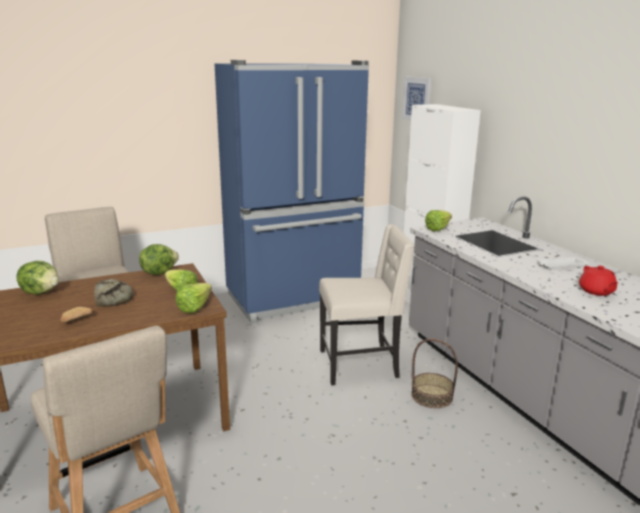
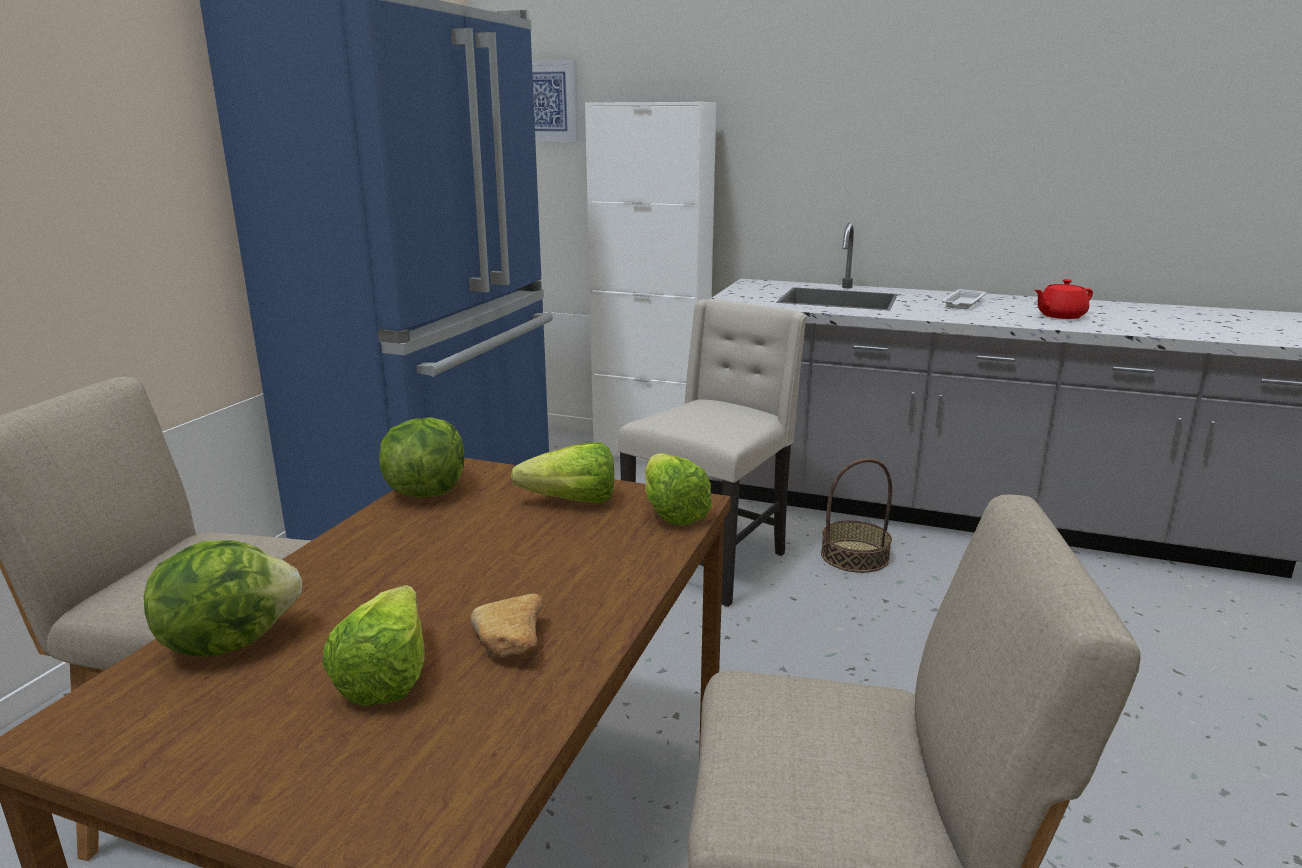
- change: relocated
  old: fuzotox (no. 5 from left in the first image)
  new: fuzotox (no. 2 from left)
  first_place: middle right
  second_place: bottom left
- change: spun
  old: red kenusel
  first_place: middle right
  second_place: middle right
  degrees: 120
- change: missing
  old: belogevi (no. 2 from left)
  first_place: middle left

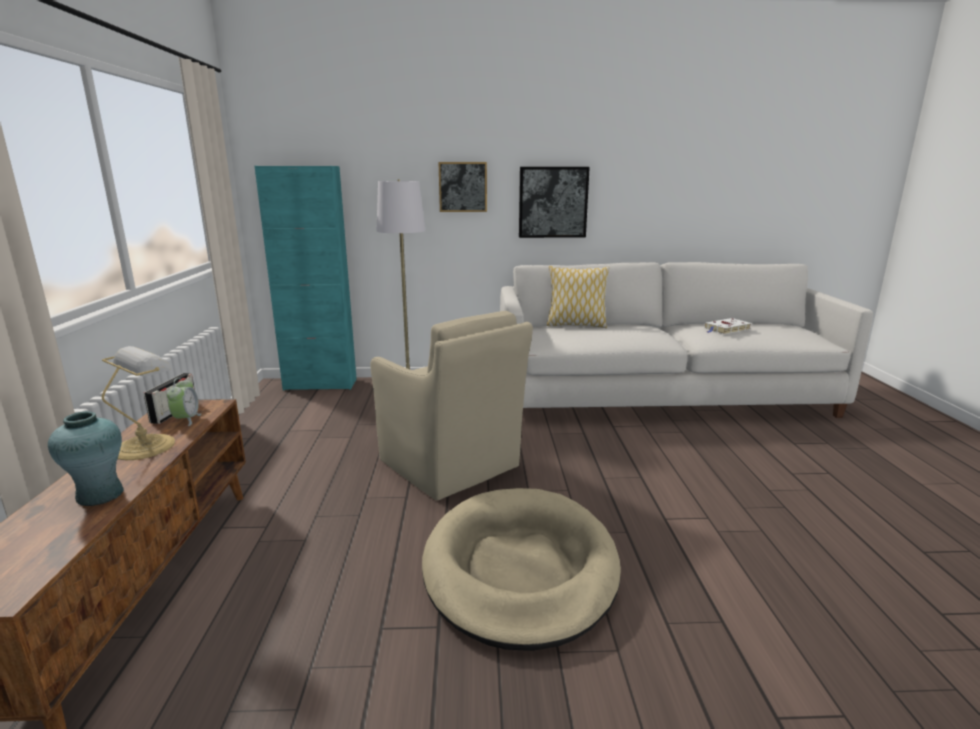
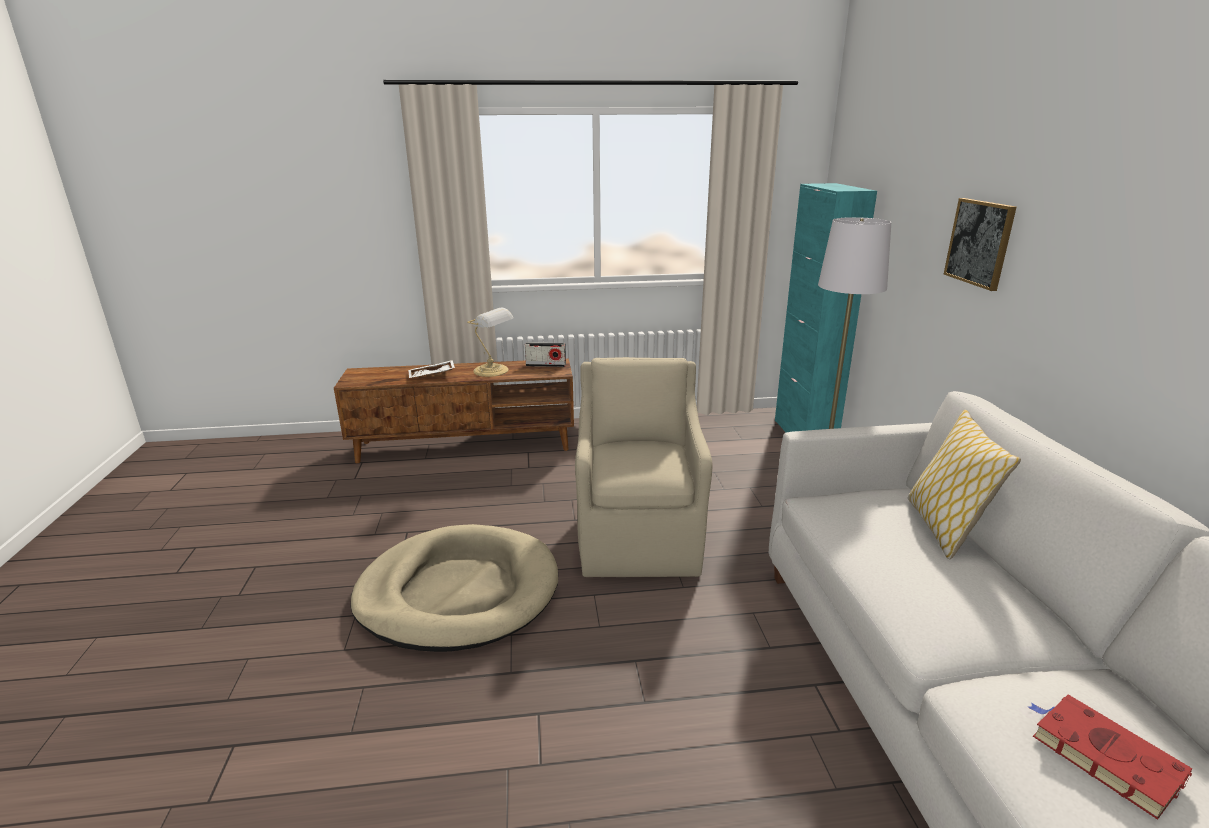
- change: missing
  old: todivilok (no. 2 from left)
  first_place: top centre
- change: spun
  old: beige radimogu
  first_place: centre
  second_place: centre
  degrees: 135
- change: colour
  old: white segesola
  new: red segesola
  first_place: middle right
  second_place: bottom right
- change: missing
  old: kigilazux
  first_place: middle left
- change: exchanged
  old: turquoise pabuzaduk
  new: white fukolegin
  first_place: middle left
  second_place: centre

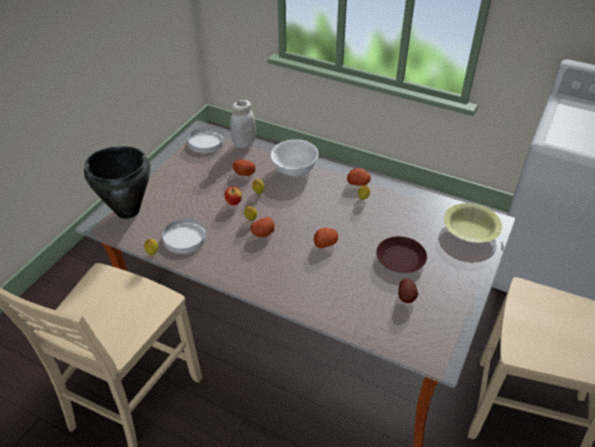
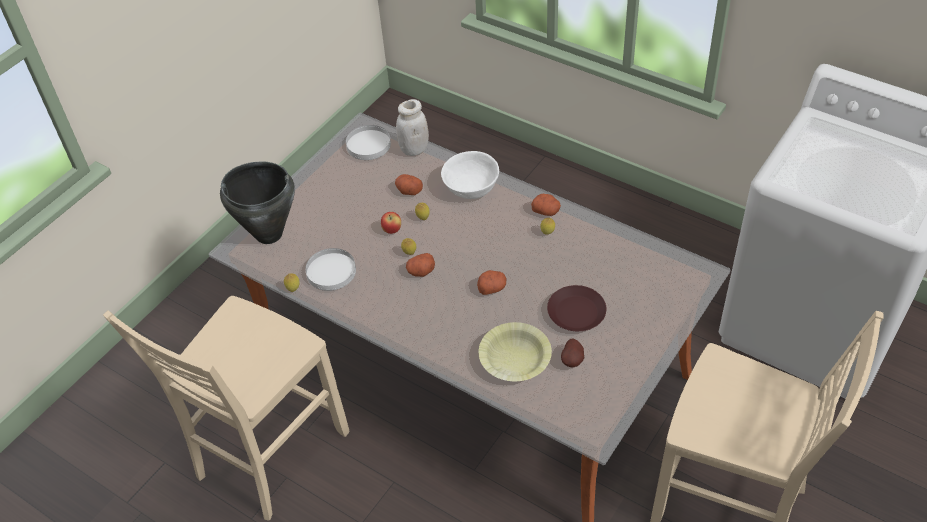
- change: relocated
  old: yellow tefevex
  first_place: middle right
  second_place: bottom centre

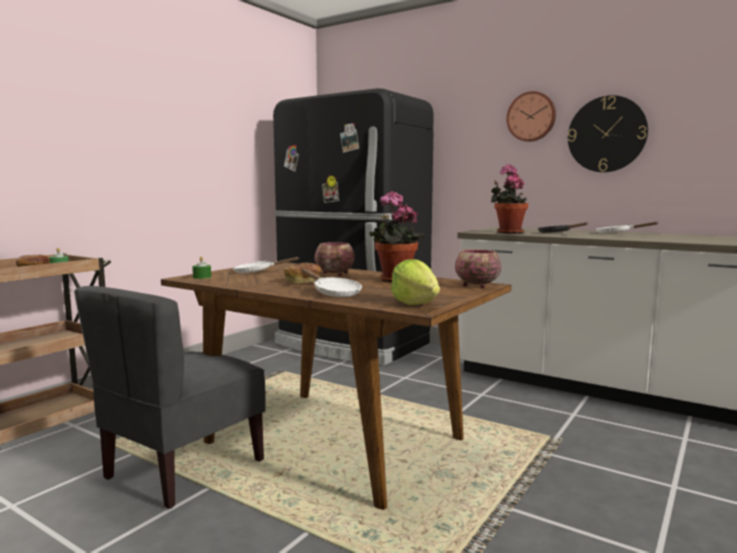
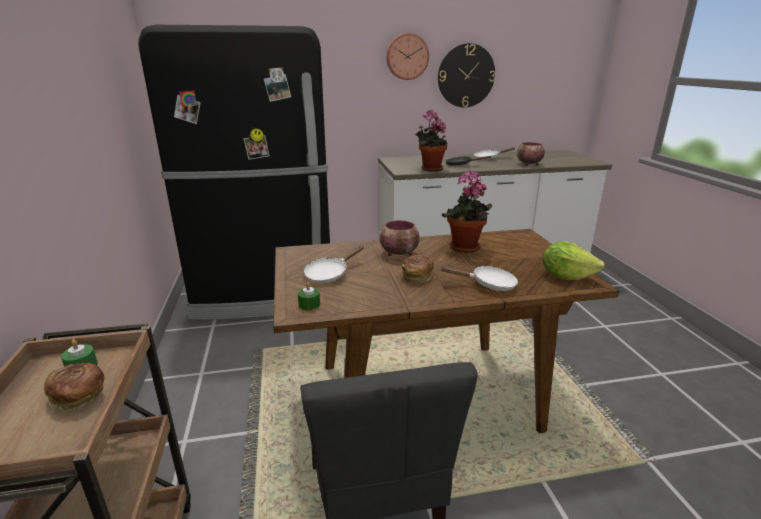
- change: relocated
  old: tefevex (no. 2 from left)
  first_place: centre
  second_place: top right

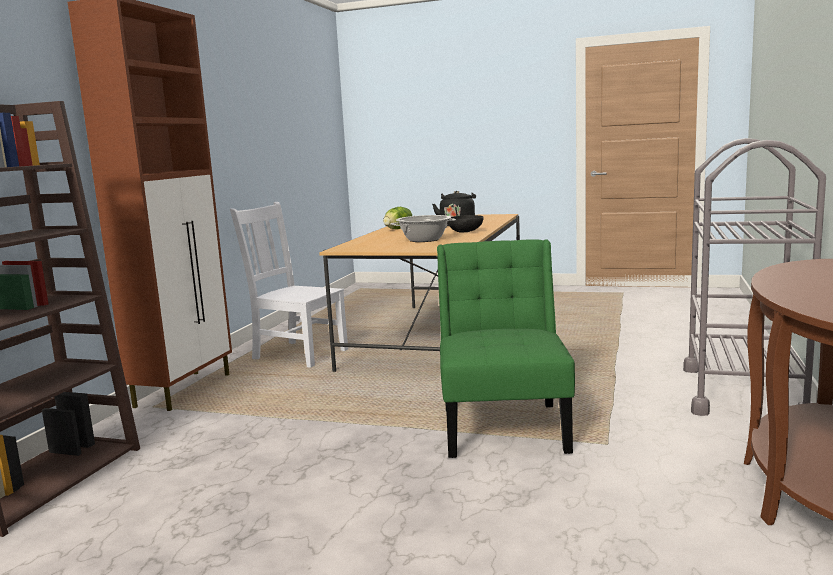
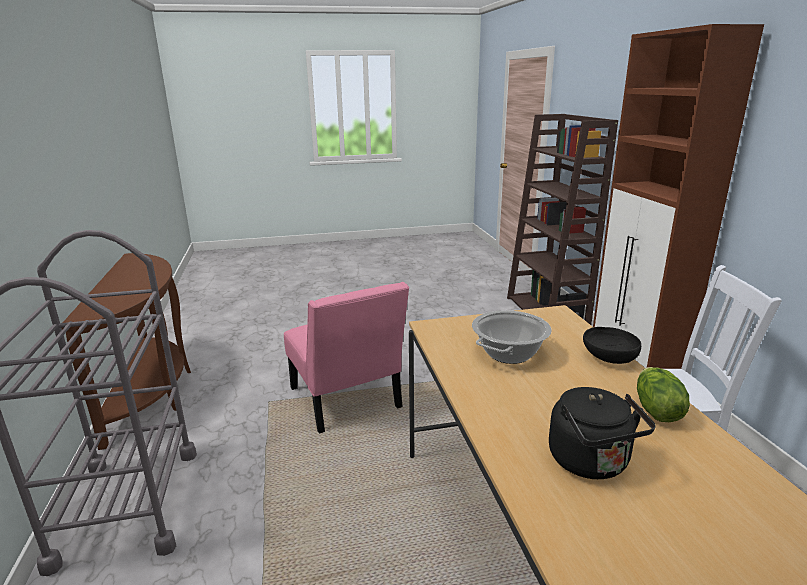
- change: relocated
  old: black tefevex
  first_place: centre
  second_place: middle right
- change: colour
  old: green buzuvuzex
  new: pink buzuvuzex
  first_place: centre
  second_place: centre

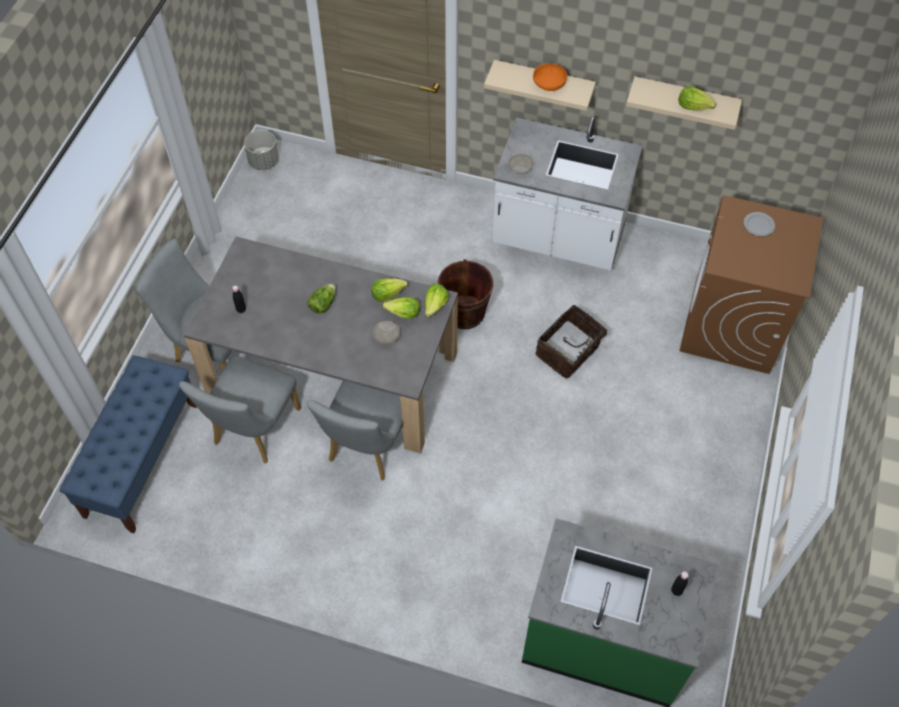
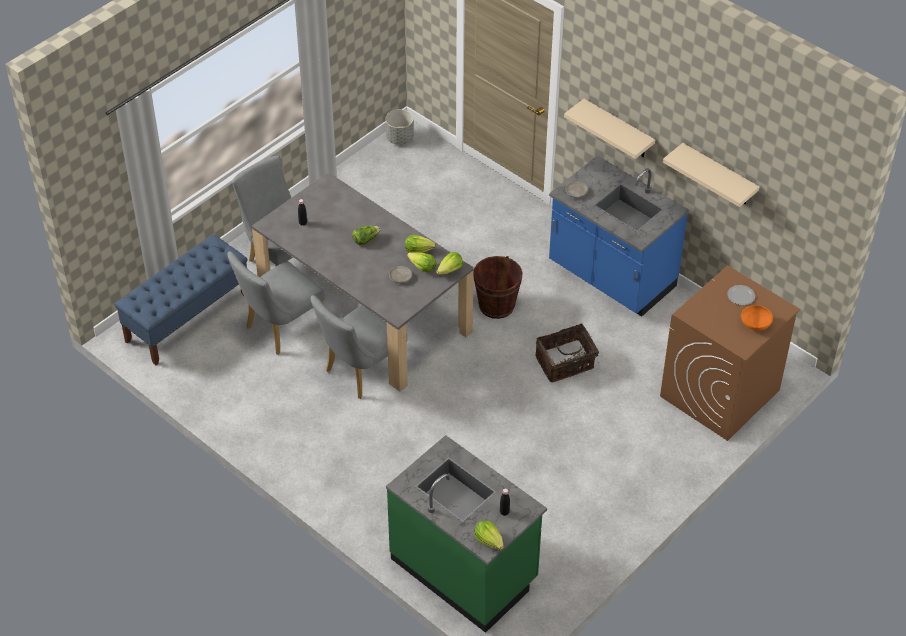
- change: relocated
  old: orange tefevex
  first_place: top centre
  second_place: middle right
- change: relocated
  old: fuzotox (no. 5 from left)
  first_place: top right
  second_place: bottom centre
- change: colour
  old: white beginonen
  new: blue beginonen
  first_place: top centre
  second_place: middle right

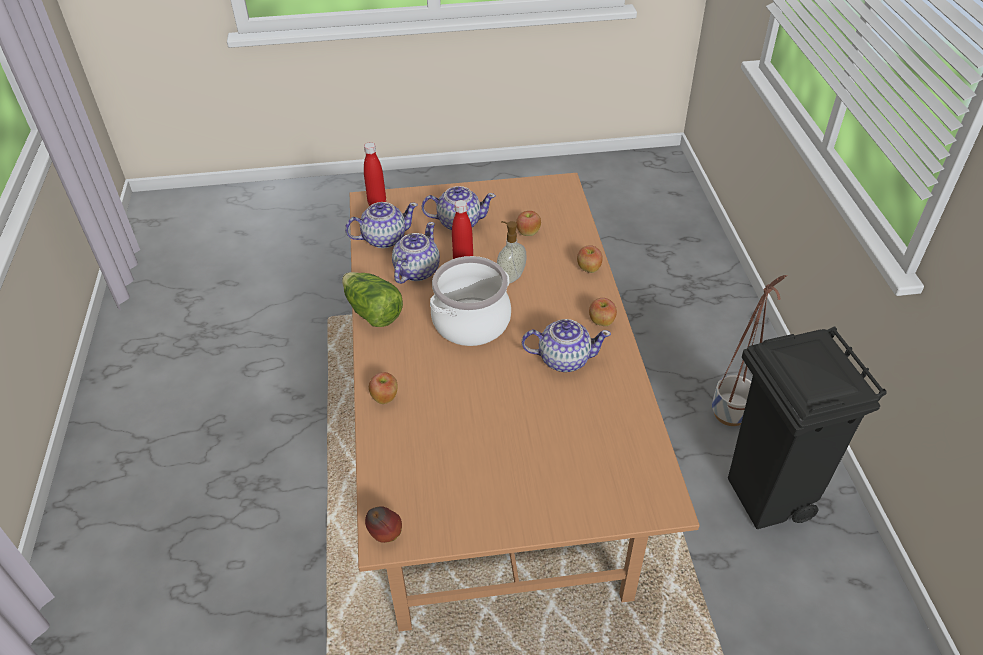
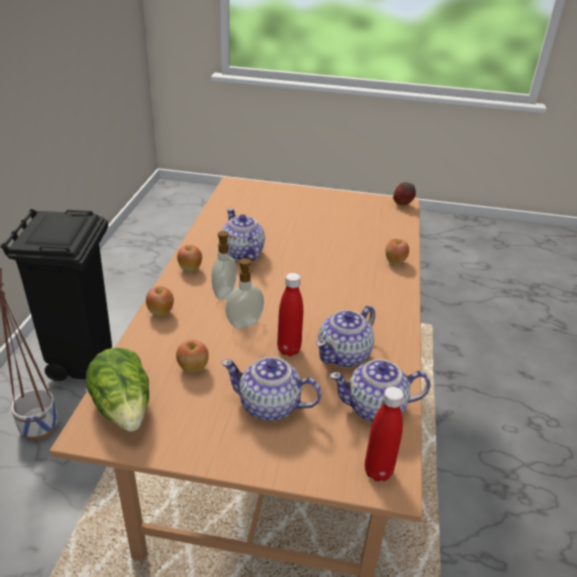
- change: missing
  old: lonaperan
  first_place: centre
- change: relocated
  old: fuzotox
  first_place: centre
  second_place: bottom left
- change: spun
  old: kenusel (no. 4 from left in the first image)
  first_place: centre
  second_place: centre
  degrees: 45
- change: appeared
  new: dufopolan (no. 1 from left)
  second_place: centre

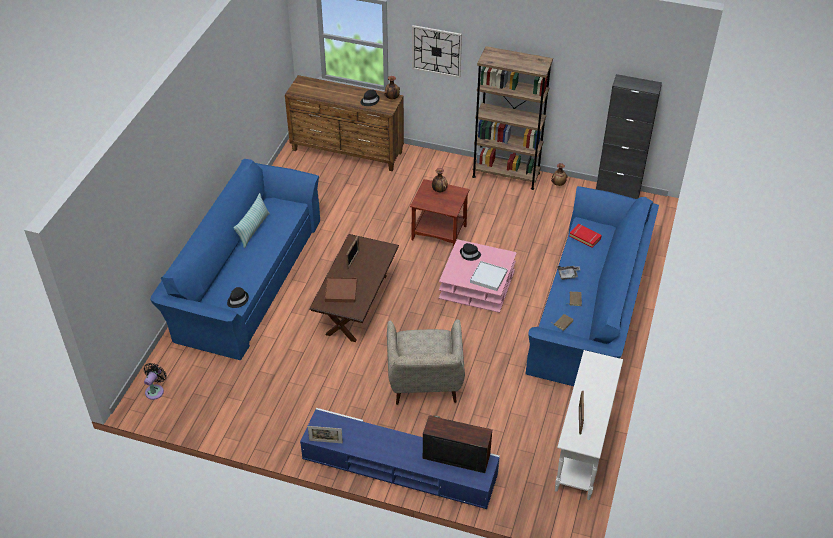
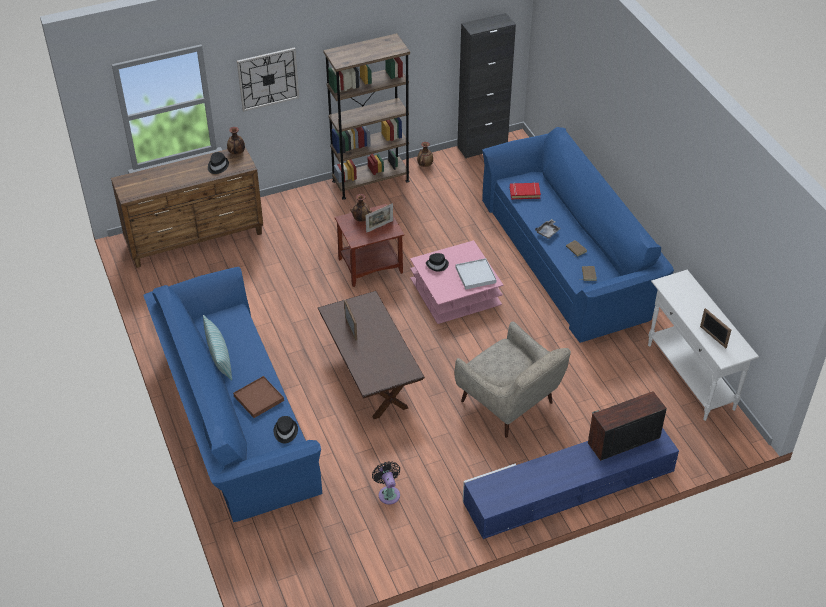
- change: relocated
  old: brown fukolegin
  first_place: centre
  second_place: middle left
- change: relocated
  old: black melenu
  first_place: bottom left
  second_place: bottom centre
- change: relocated
  old: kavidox (no. 1 from left in the first image)
  new: kavidox (no. 2 from left)
  first_place: bottom centre
  second_place: centre

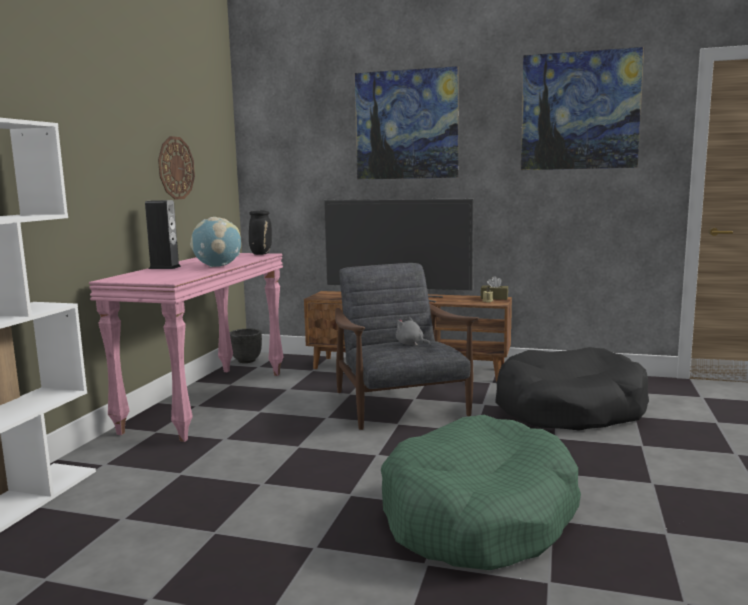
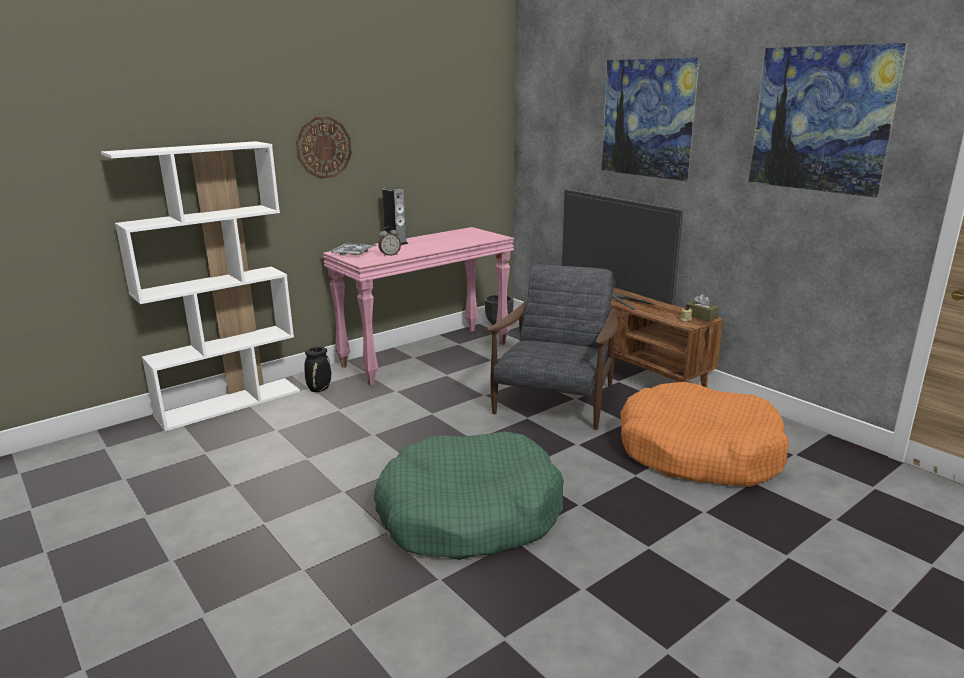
- change: relocated
  old: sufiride
  first_place: top left
  second_place: top centre
- change: relocated
  old: black pabuzaduk
  first_place: centre
  second_place: middle left
- change: missing
  old: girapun
  first_place: middle left
- change: missing
  old: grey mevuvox
  first_place: centre
- change: colour
  old: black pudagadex
  new: orange pudagadex
  first_place: middle right
  second_place: middle right
- change: appeared
  new: kigilazux
  second_place: centre
- change: appeared
  new: fukolegin
  second_place: centre

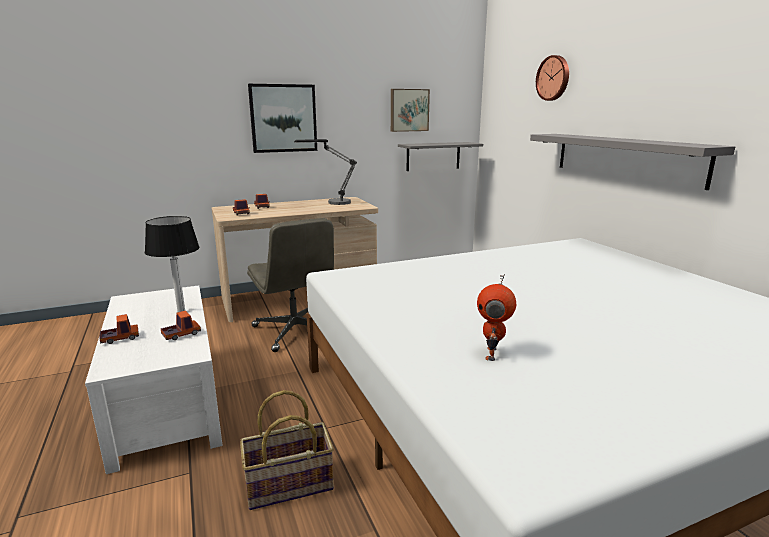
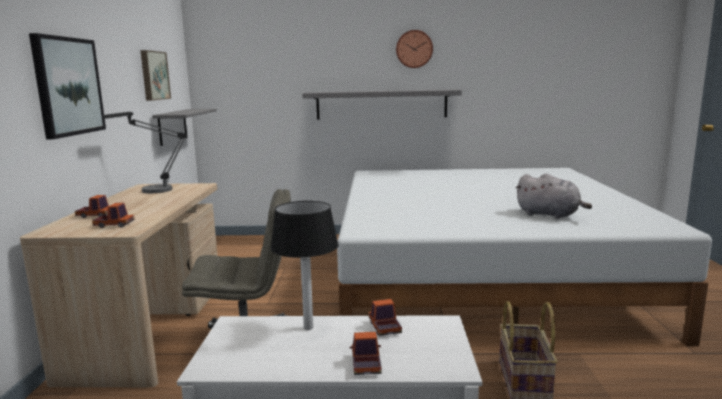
- change: relocated
  old: sufiride
  first_place: top right
  second_place: top centre
- change: exchanged
  old: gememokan
  new: grey mevuvox
  first_place: centre
  second_place: middle right

